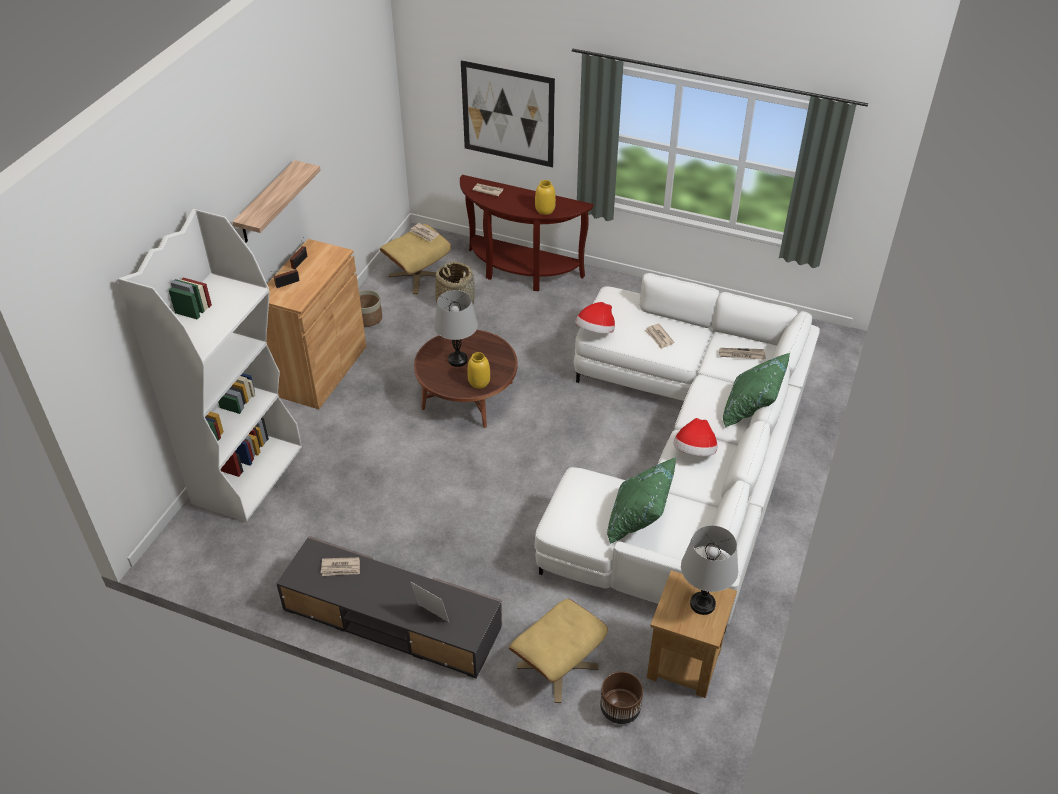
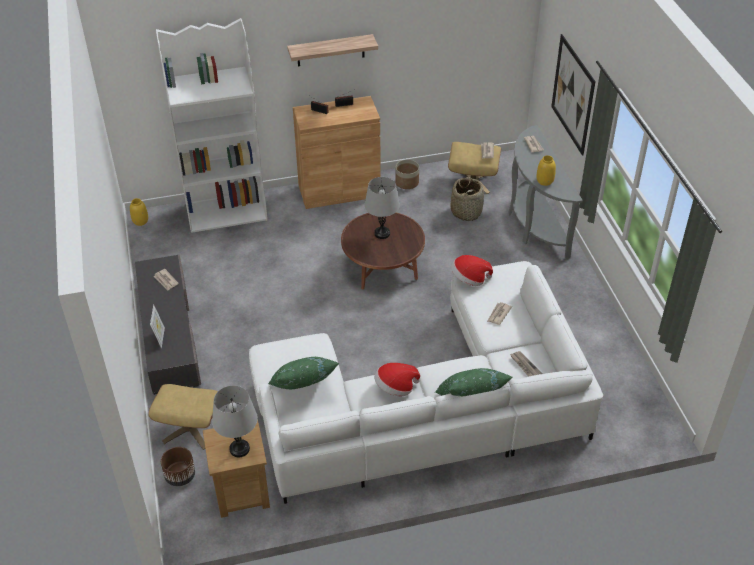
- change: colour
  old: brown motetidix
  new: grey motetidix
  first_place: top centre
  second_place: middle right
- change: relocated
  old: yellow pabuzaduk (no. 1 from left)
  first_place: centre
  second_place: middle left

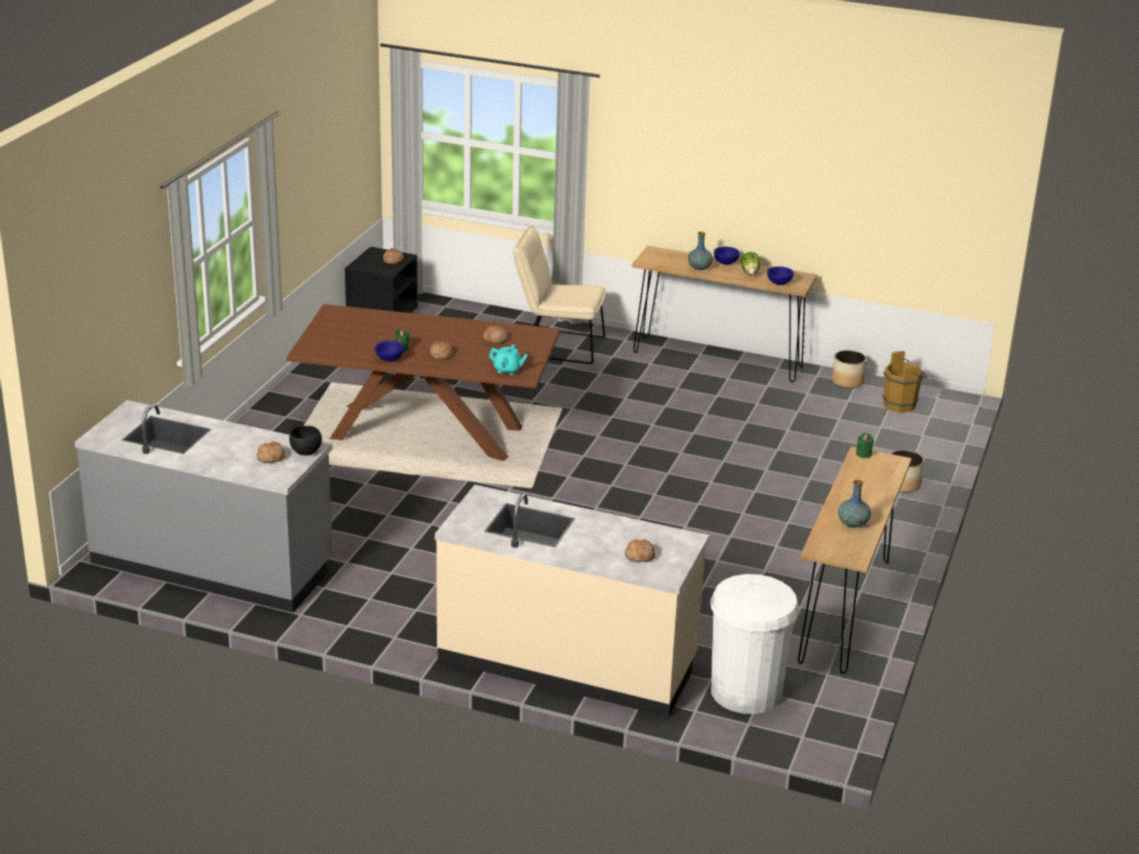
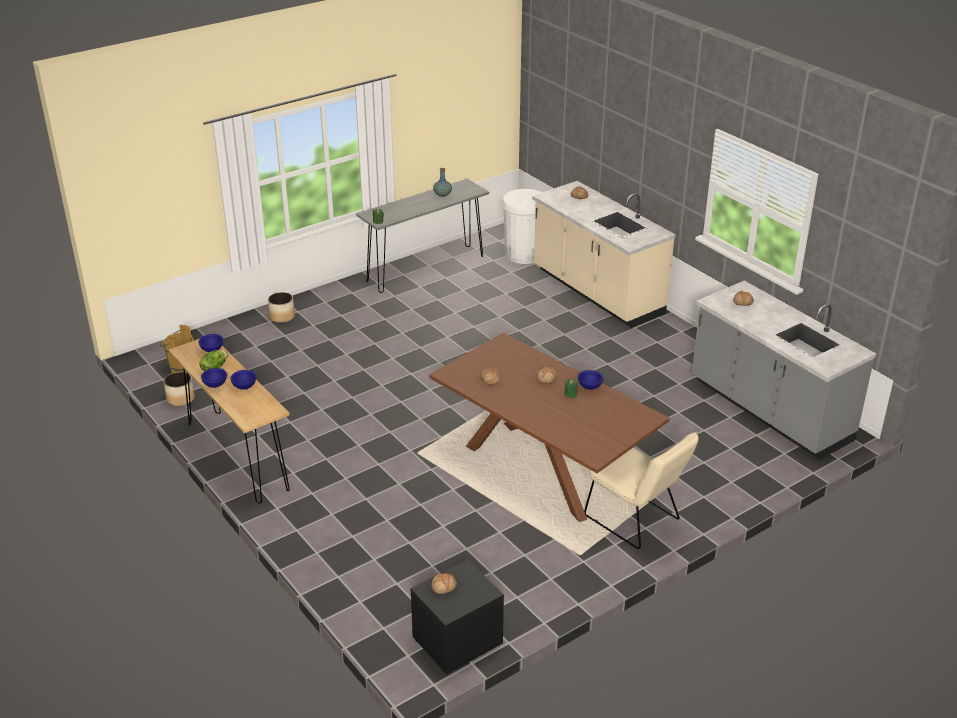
- change: relocated
  old: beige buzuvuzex
  first_place: centre
  second_place: bottom right
- change: exchanged
  old: pabuzaduk (no. 1 from left)
  new: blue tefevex (no. 3 from left)
  first_place: top centre
  second_place: middle left
- change: missing
  old: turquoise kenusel
  first_place: centre
- change: missing
  old: black tefevex
  first_place: middle left
- change: colour
  old: brown motetidix (no. 2 from left)
  new: grey motetidix
  first_place: middle right
  second_place: top centre

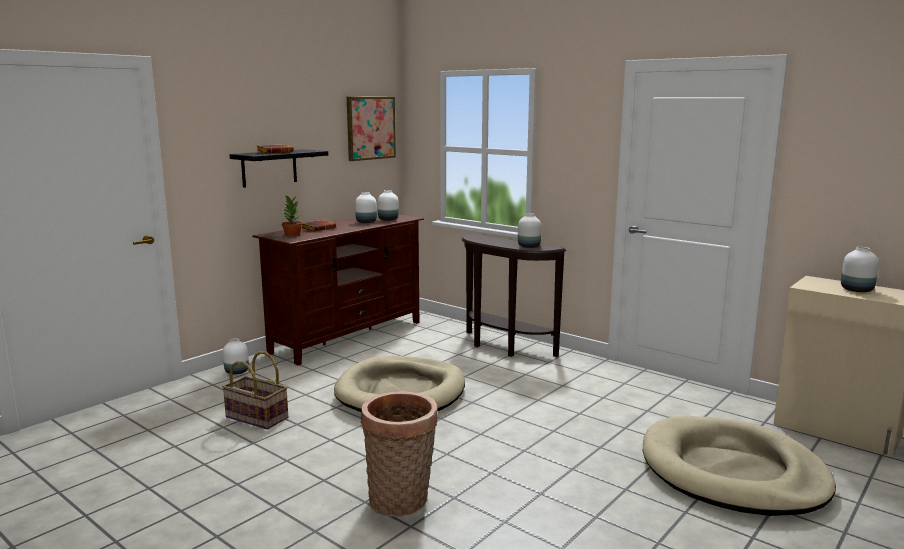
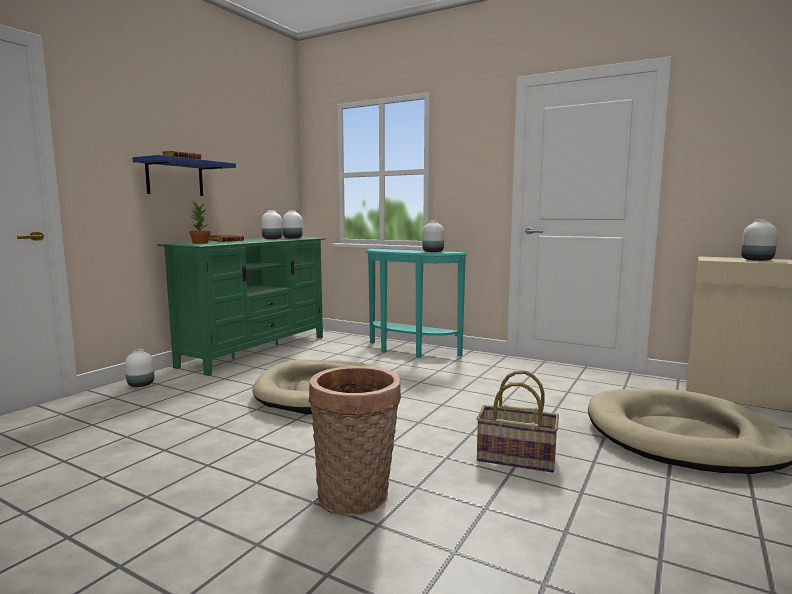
- change: missing
  old: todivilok
  first_place: top centre
- change: colour
  old: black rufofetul
  new: blue rufofetul
  first_place: top left
  second_place: top left
- change: colour
  old: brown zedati
  new: green zedati
  first_place: centre
  second_place: middle left
- change: colour
  old: brown motetidix
  new: turquoise motetidix
  first_place: centre
  second_place: centre
- change: relocated
  old: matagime (no. 1 from left in the first image)
  new: matagime (no. 2 from left)
  first_place: bottom left
  second_place: bottom centre

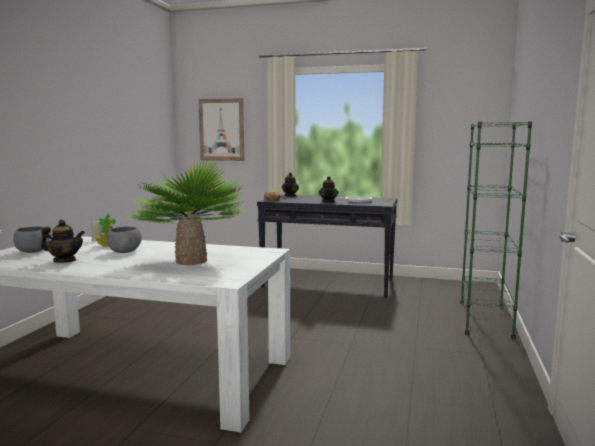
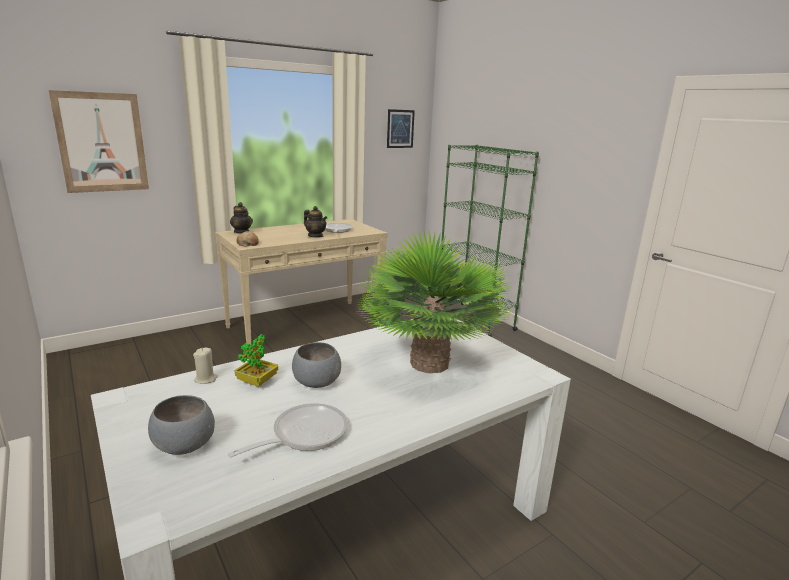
- change: colour
  old: black motetidix
  new: beige motetidix
  first_place: centre
  second_place: centre
- change: exchanged
  old: kenusel (no. 1 from left)
  new: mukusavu (no. 1 from left)
  first_place: middle left
  second_place: bottom centre
- change: appeared
  new: todivilok (no. 2 from left)
  second_place: top centre

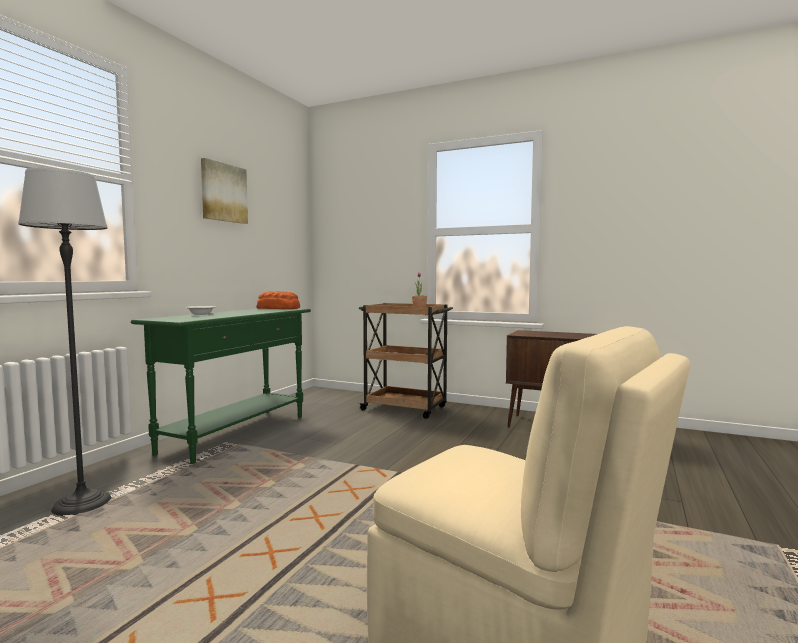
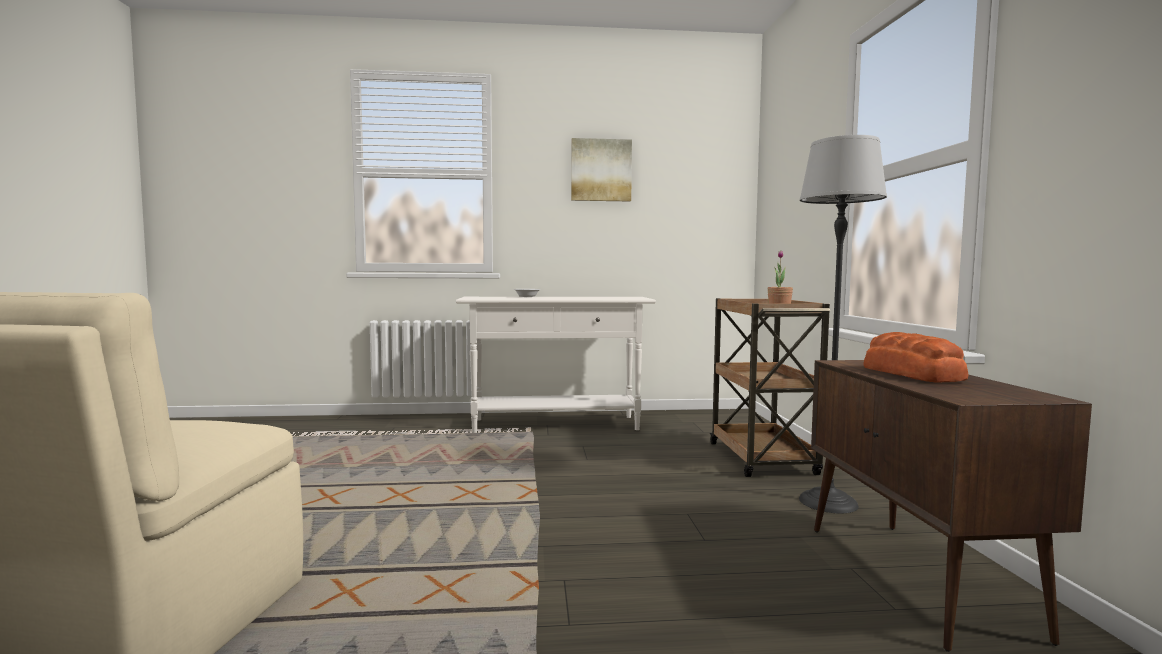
- change: relocated
  old: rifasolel
  first_place: middle left
  second_place: middle right
- change: relocated
  old: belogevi
  first_place: centre
  second_place: middle right
- change: colour
  old: green motetidix
  new: white motetidix
  first_place: middle left
  second_place: centre

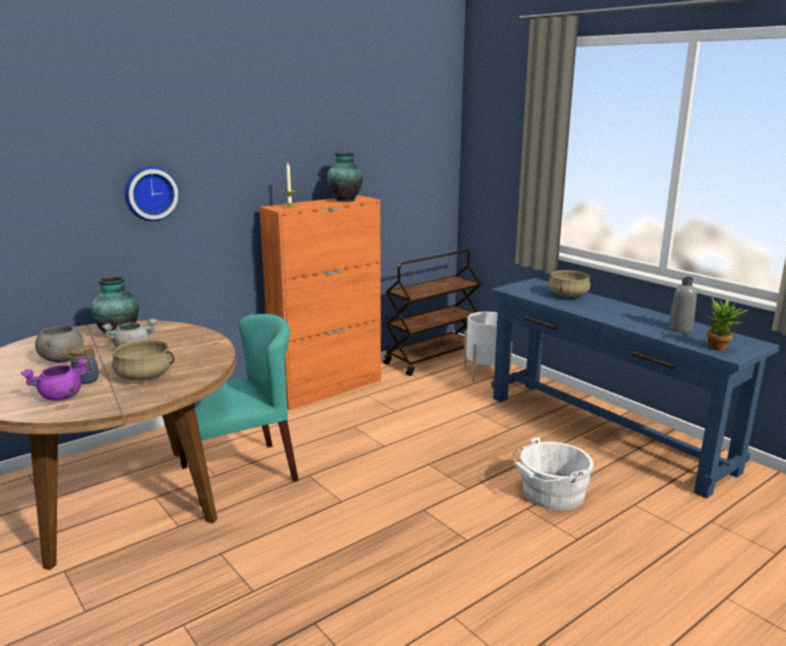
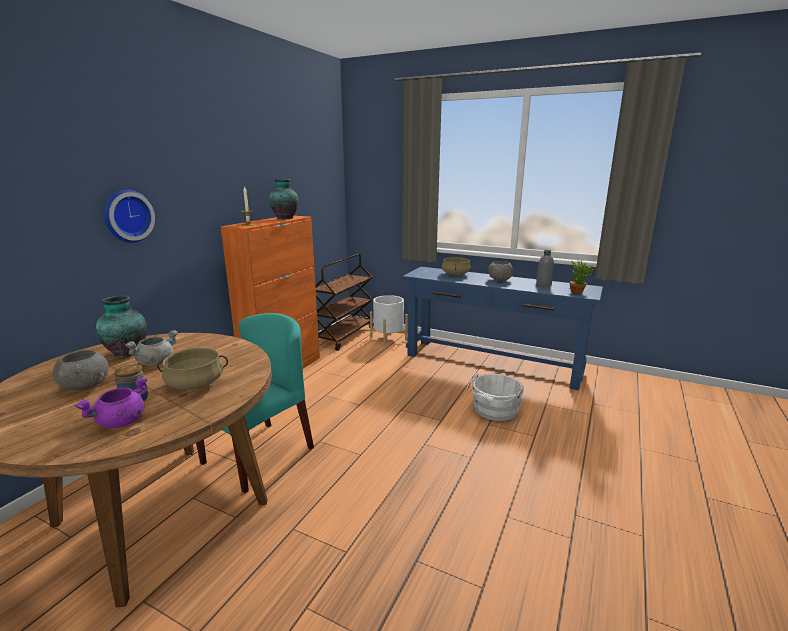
- change: appeared
  new: grey tefevex (no. 2 from left)
  second_place: centre

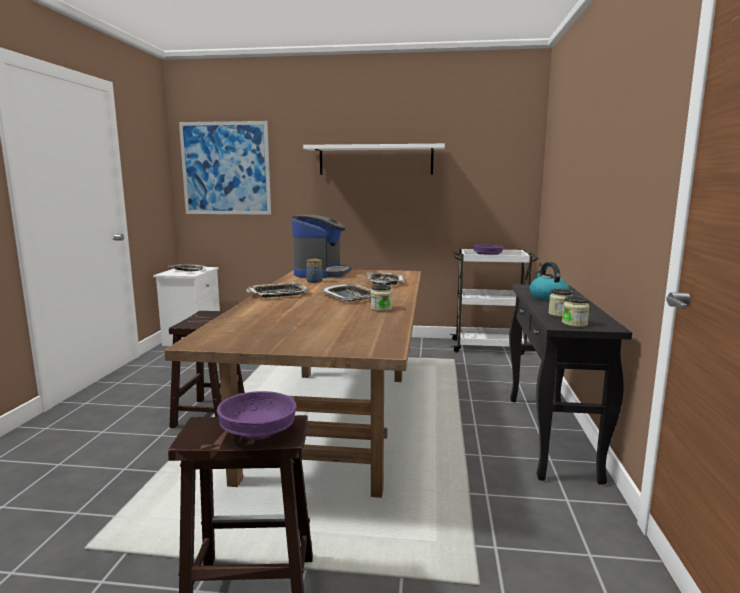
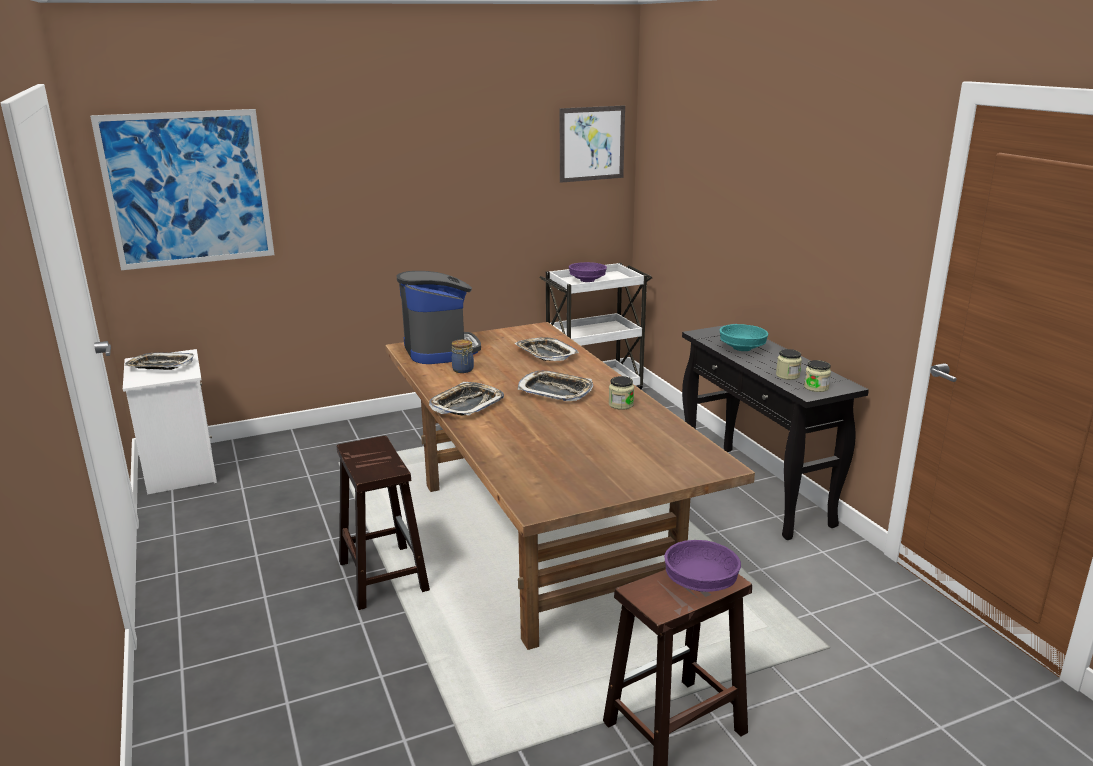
- change: missing
  old: white rufofetul
  first_place: top centre
- change: exchanged
  old: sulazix
  new: turquoise tefevex
  first_place: middle right
  second_place: middle right
- change: appeared
  new: todivilok (no. 2 from left)
  second_place: top centre

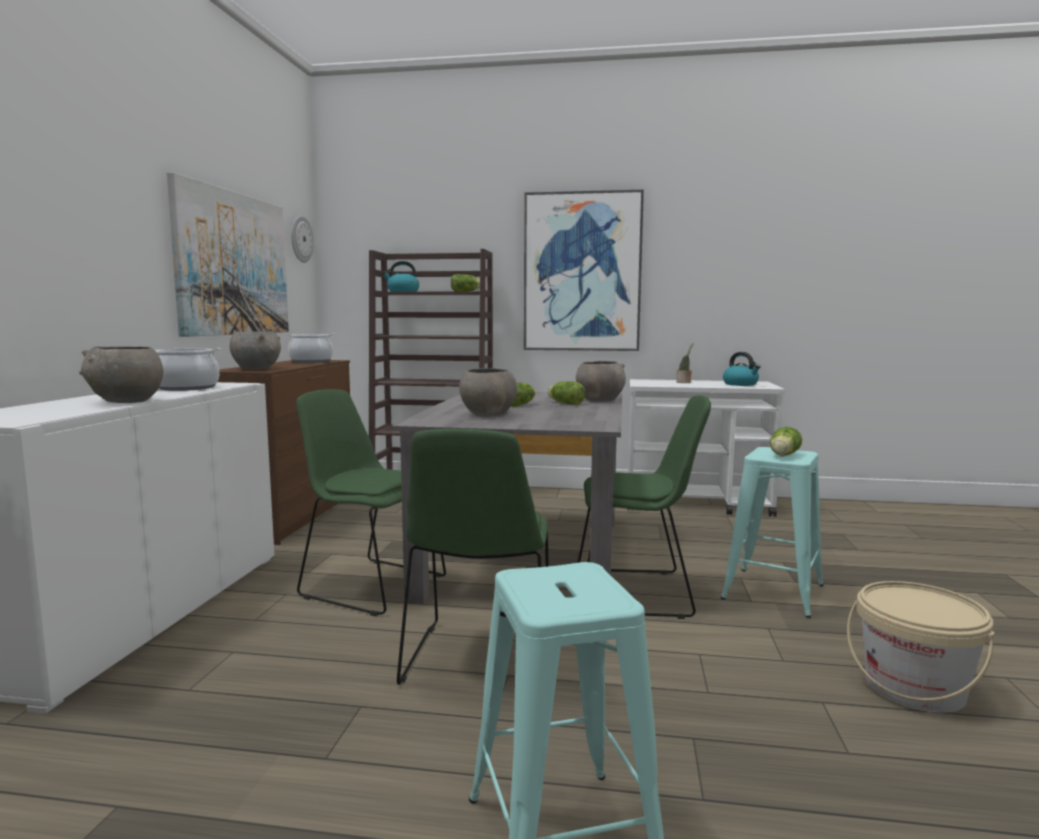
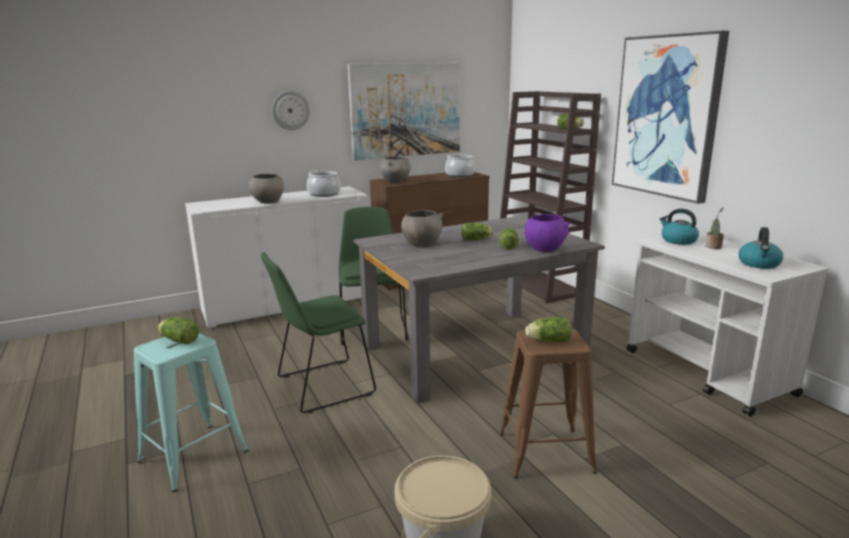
- change: relocated
  old: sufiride
  first_place: top left
  second_place: top centre
- change: relocated
  old: sulazix (no. 1 from left)
  first_place: top centre
  second_place: middle right
- change: colour
  old: grey tefevex (no. 4 from left)
  new: purple tefevex
  first_place: centre
  second_place: centre
- change: missing
  old: green buzuvuzex (no. 3 from left)
  first_place: centre
- change: colour
  old: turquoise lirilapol (no. 2 from left)
  new: brown lirilapol
  first_place: middle right
  second_place: bottom centre
- change: appeared
  new: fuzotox (no. 1 from left)
  second_place: middle left

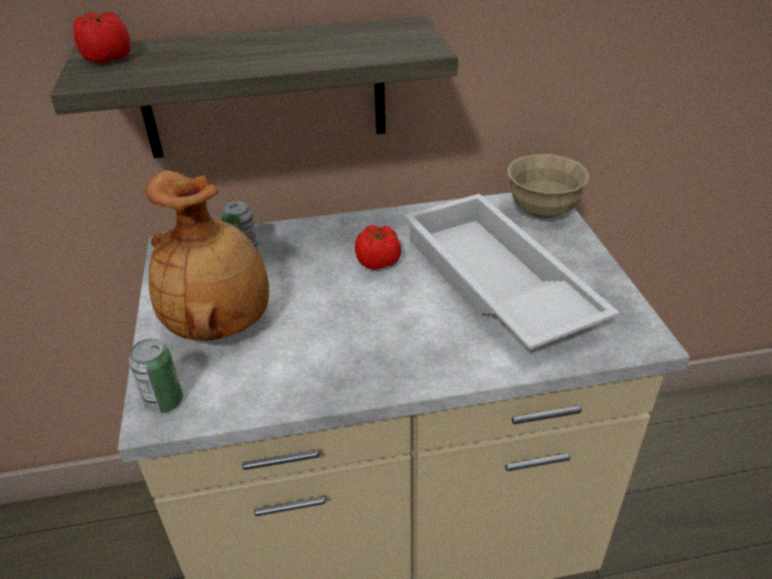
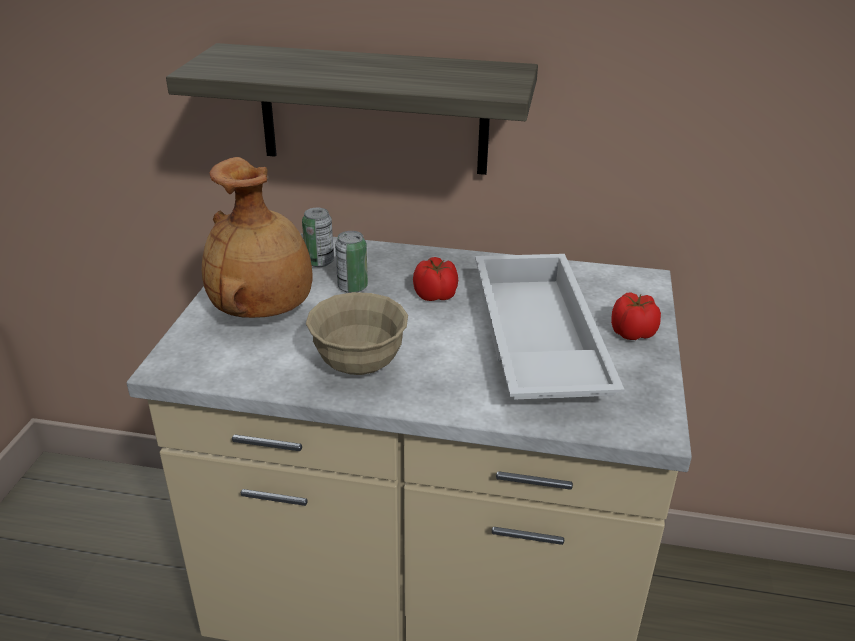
- change: relocated
  old: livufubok (no. 1 from left in the first image)
  new: livufubok (no. 2 from left)
  first_place: top left
  second_place: middle right
- change: relocated
  old: beige tefevex
  first_place: top right
  second_place: centre
- change: relocated
  old: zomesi (no. 1 from left in the first image)
  new: zomesi (no. 2 from left)
  first_place: middle left
  second_place: centre

